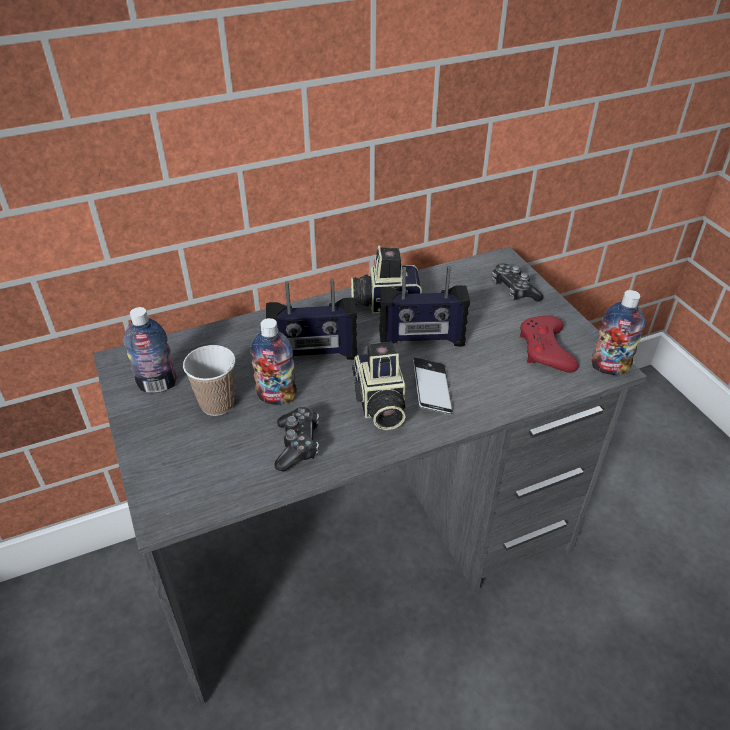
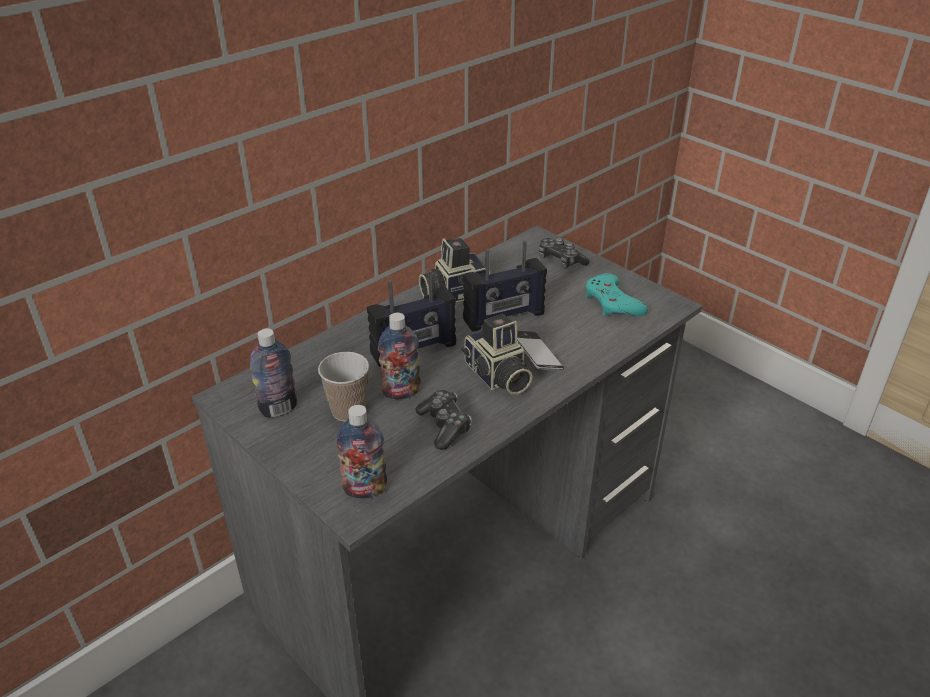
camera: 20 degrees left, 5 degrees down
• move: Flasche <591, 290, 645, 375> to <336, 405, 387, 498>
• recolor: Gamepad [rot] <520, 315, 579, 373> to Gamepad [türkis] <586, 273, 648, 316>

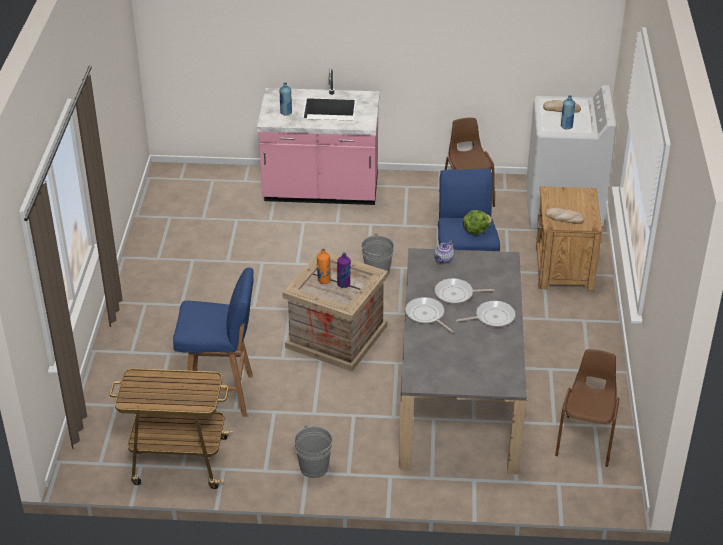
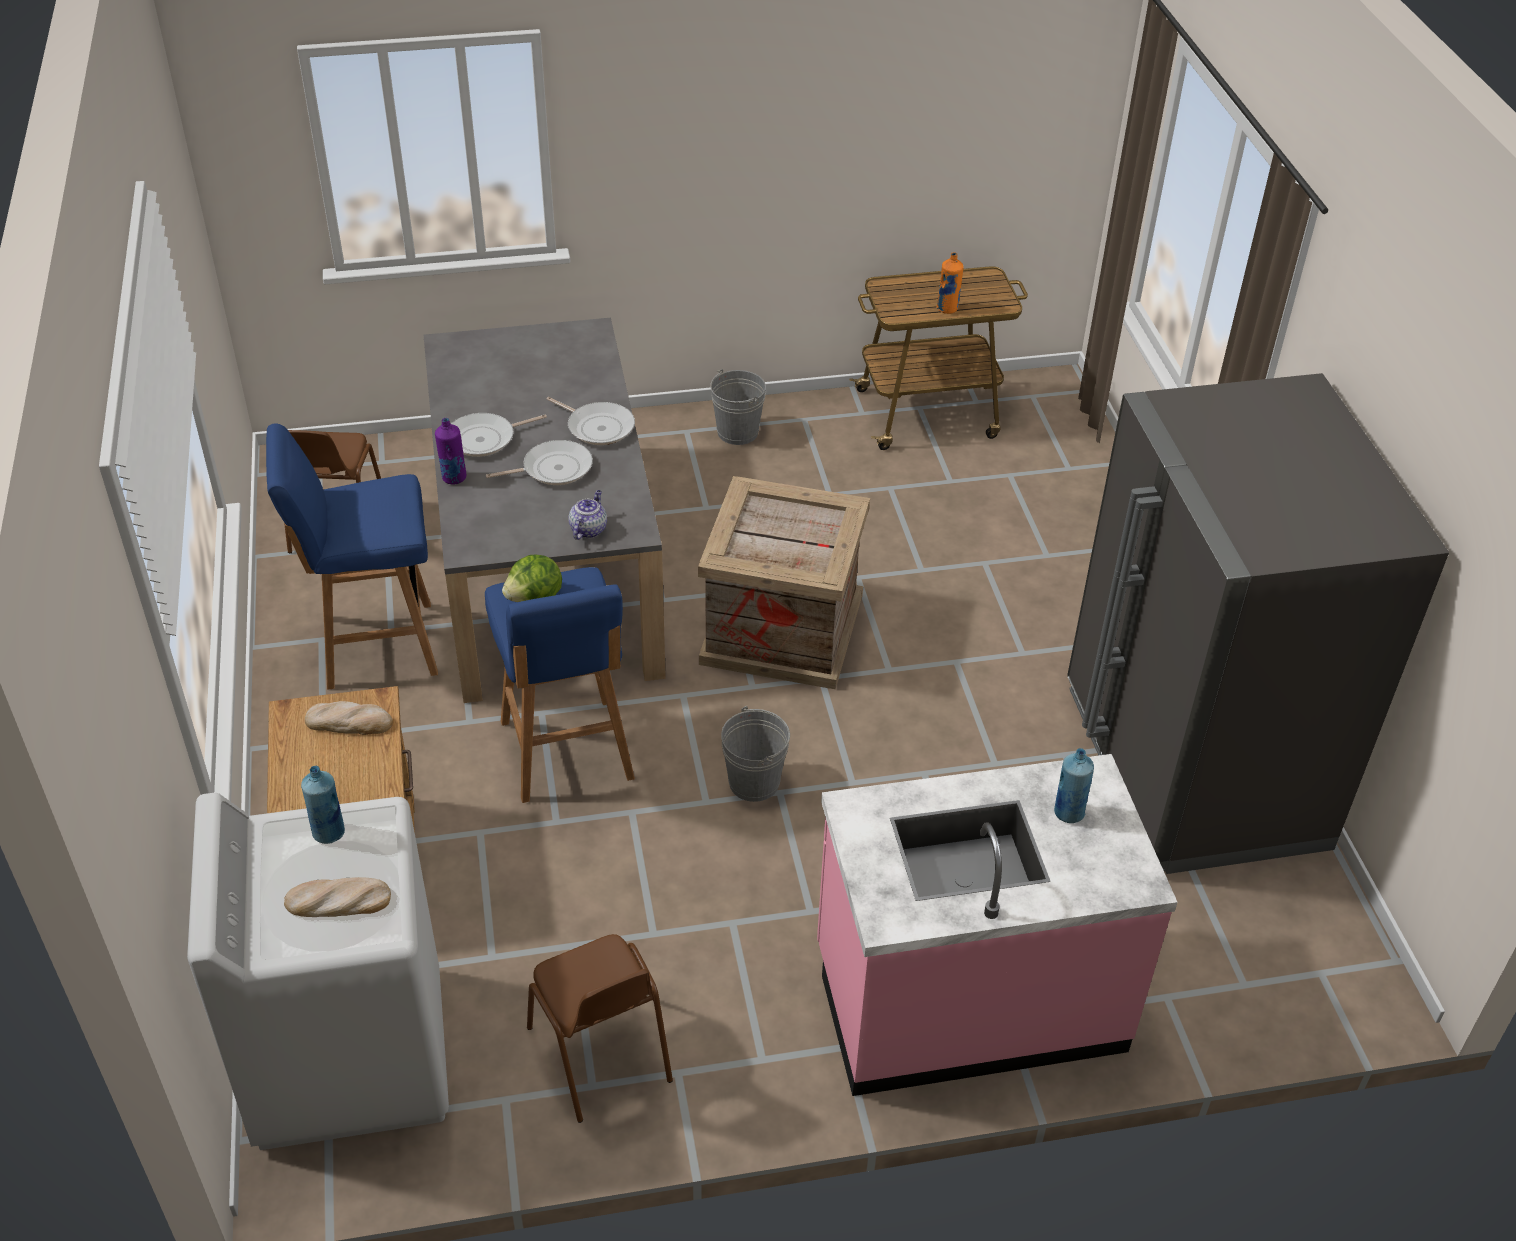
camera: 165 degrees right, 5 degrees up
• insert: Kühlschrank [grau] <1067, 373, 1449, 874>
• move: Hocker [blau] <173, 268, 254, 417> to <266, 423, 438, 690>
• move: Flasche [orange] <317, 249, 331, 284> to <936, 252, 964, 314>
• move: Flasche [lila] <337, 253, 351, 288> to <435, 418, 466, 484>

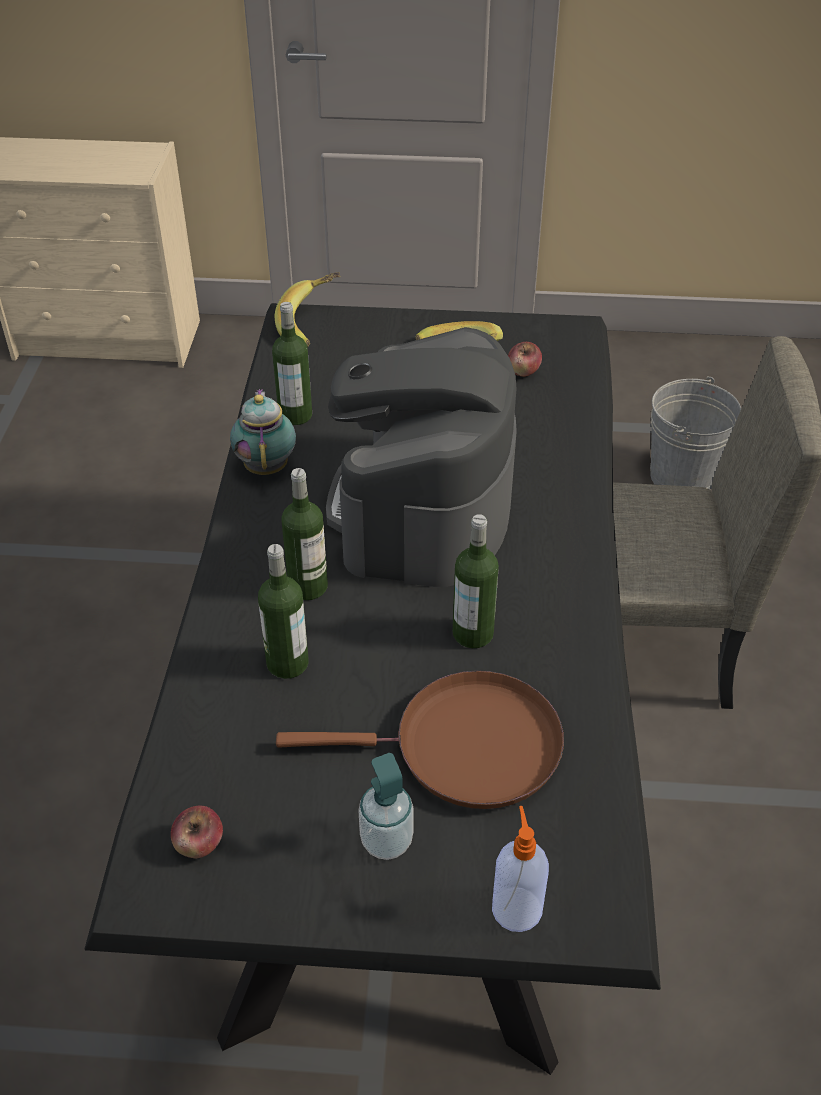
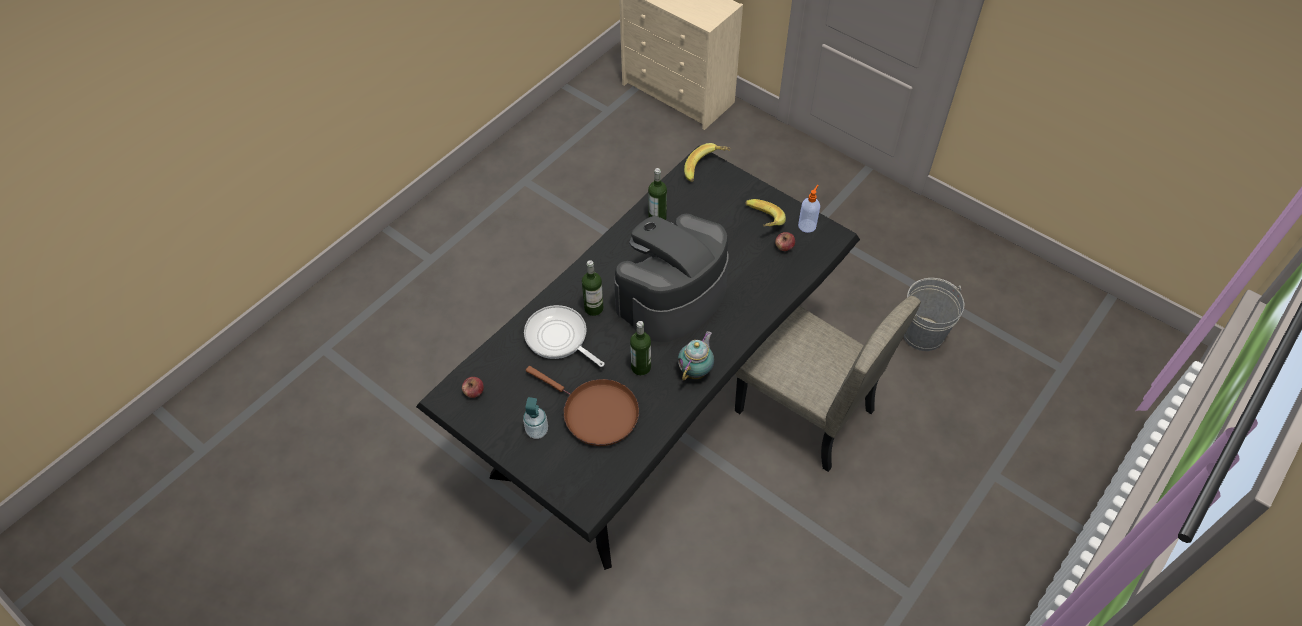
camera: 35 degrees right, 10 degrees up
• move: Teekanne <230, 389, 296, 475> to <678, 331, 714, 381>
• move: Seifenspender <492, 806, 549, 932> to <798, 185, 820, 233>
• replace: Flasche <258, 544, 309, 679> to Pfanne <524, 305, 605, 367>

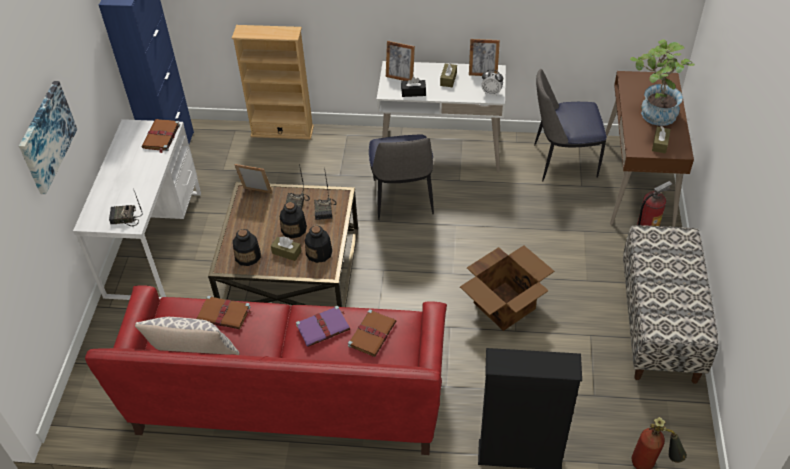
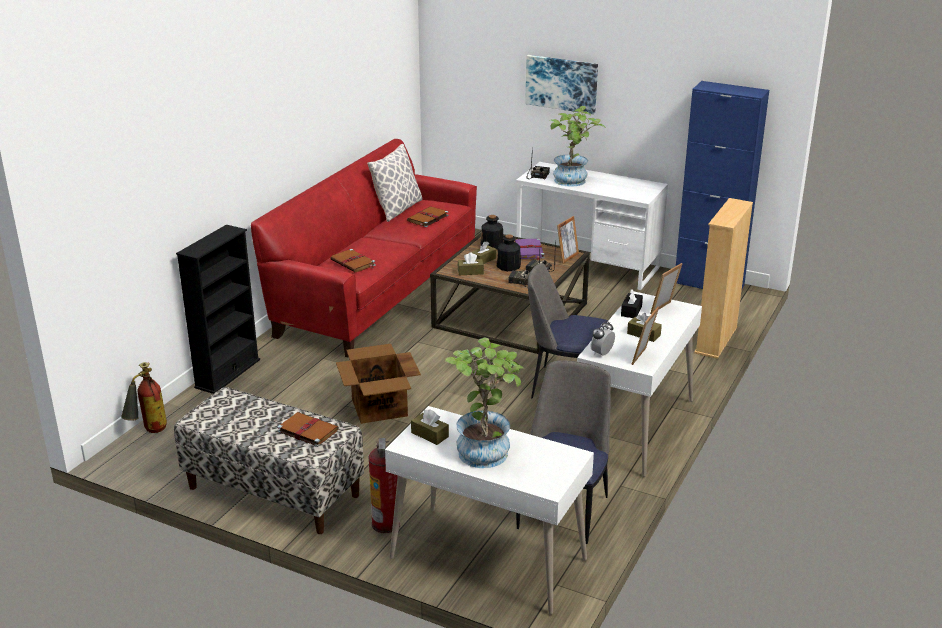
camera: 110 degrees right, 20 degrees down
• insert: Topfpflanze <550, 106, 606, 187>
• move: Buch [braun] <142, 119, 180, 153> to <277, 412, 339, 447>
• move: Buch [lila] <296, 306, 350, 347> to <515, 238, 545, 260>
• replace: Flasche <305, 225, 332, 263> to Taschentuchbox [braun] <458, 252, 484, 275>
• recolor: Schreibtisch [braun] <605, 71, 694, 227> to Schreibtisch [weiß] <385, 406, 594, 615>

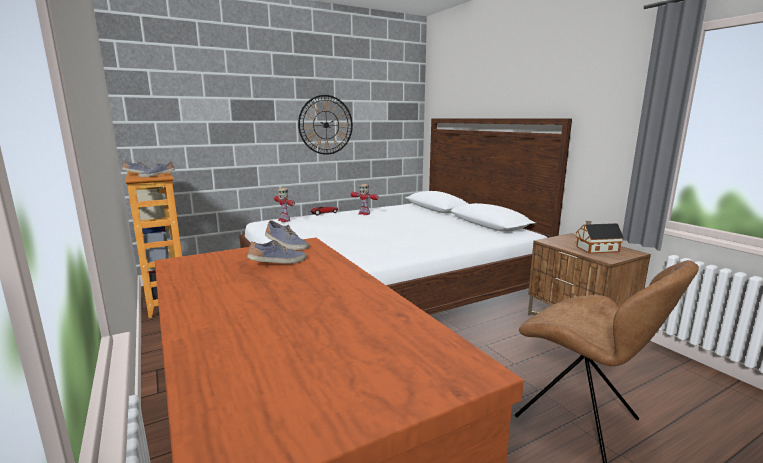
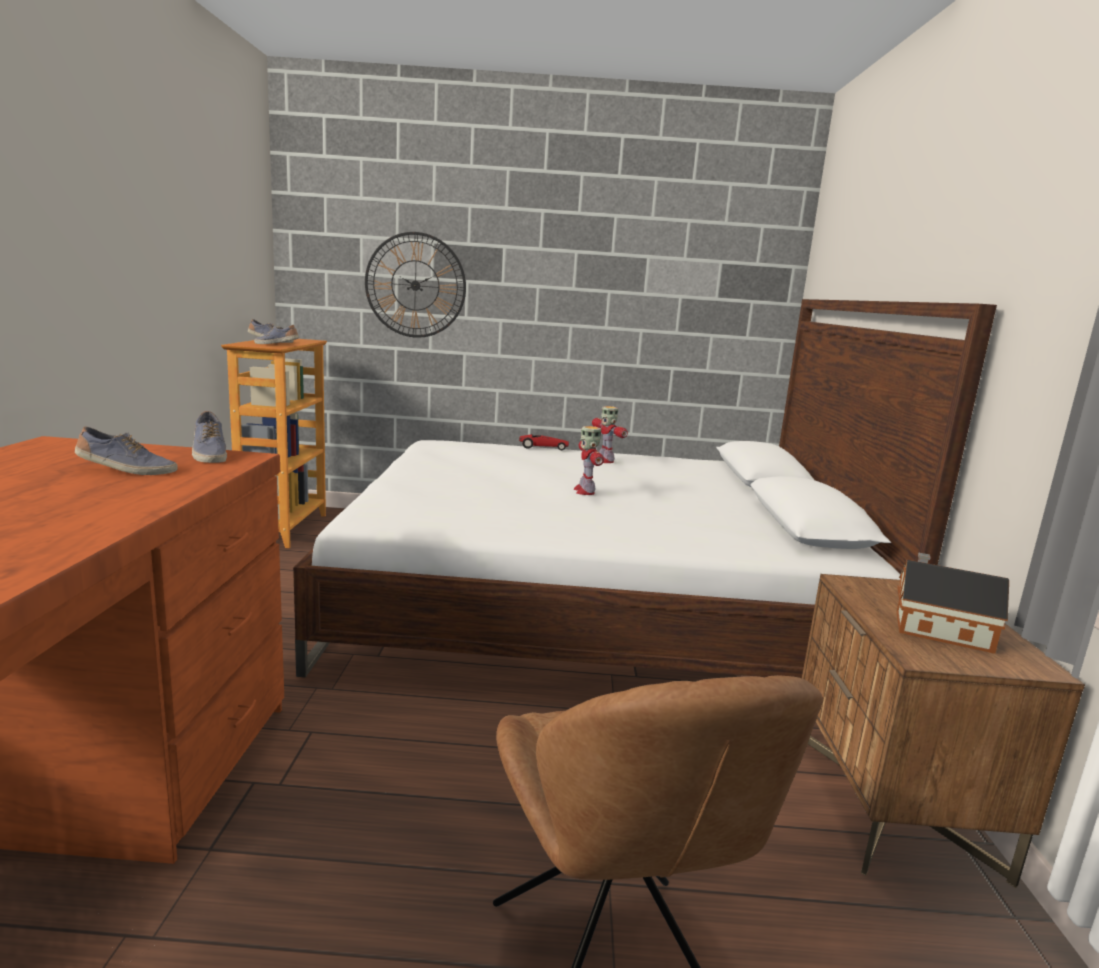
camera: 30 degrees right, 0 degrees up
• move: Spielzeugroboter <274, 188, 295, 222> to <574, 426, 604, 495>
• move: Wanduhr <298, 95, 353, 155> to <365, 232, 466, 338>

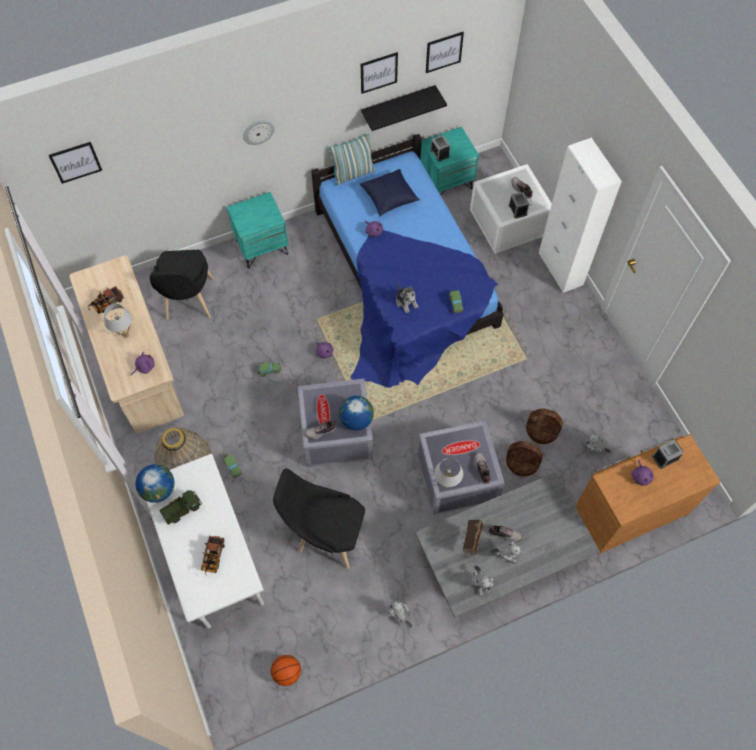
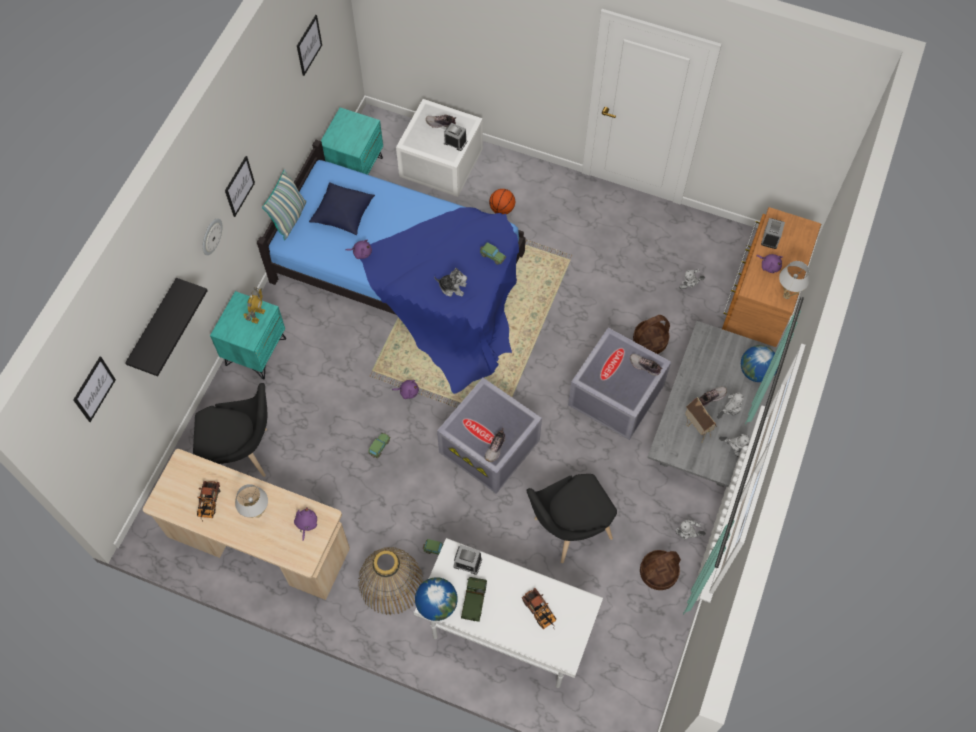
camera: 45 degrees left, 0 degrees up
• delete: Schrank [weiß] <539, 138, 622, 293>
• insert: Spielzeugroboter <243, 287, 266, 324>
• move: Basketball <271, 655, 301, 686> to <489, 189, 515, 214>
• move: Globus <339, 396, 374, 431> to <741, 345, 778, 382>
• move: Bild <361, 52, 398, 94> to <225, 156, 255, 217>
• move: Wandregal [schwarz] <361, 85, 447, 131> to <125, 278, 208, 376>
• move: Wecker <430, 135, 450, 162> to <453, 545, 482, 575>
• move: Tischlampe [weiß] <434, 458, 463, 488> to <779, 261, 810, 299>
• move: Korb <526, 408, 563, 444> to <640, 550, 681, 590>
• rotate: Stuhl [schwarz] <150, 250, 214, 320> = <193, 383, 267, 477> 45 degrees counterclockwise

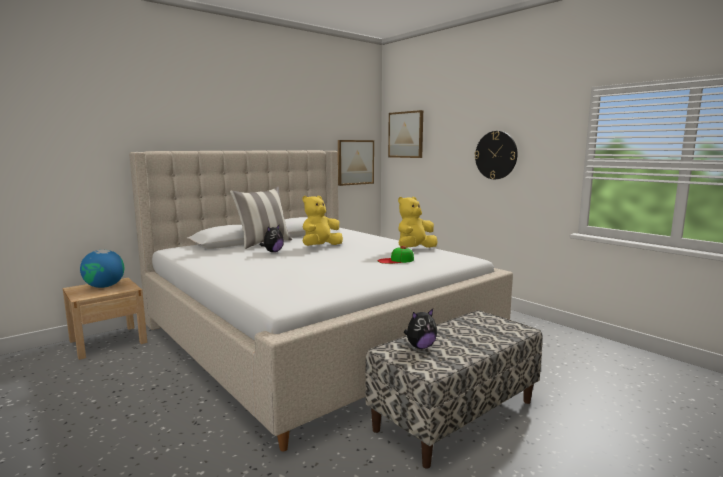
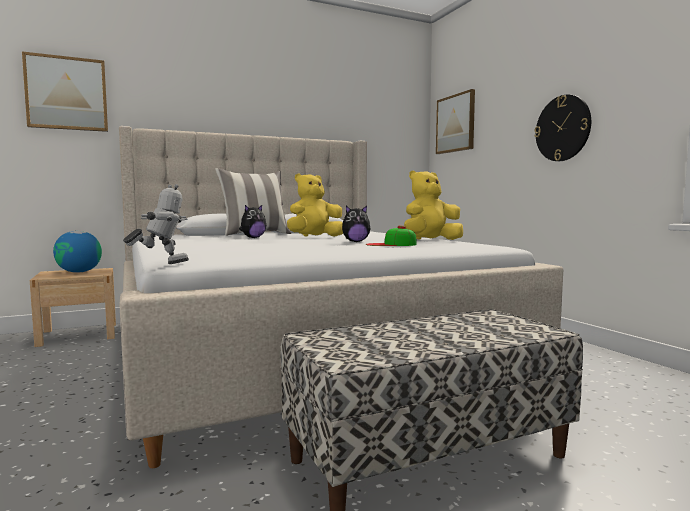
camera: 15 degrees right, 5 degrees down
• insert: Spielzeugroboter <123, 184, 189, 264>
• move: Bild <338, 140, 374, 186> to <22, 51, 108, 132>
• move: Plüschtier <404, 309, 437, 349> to <342, 206, 371, 242>

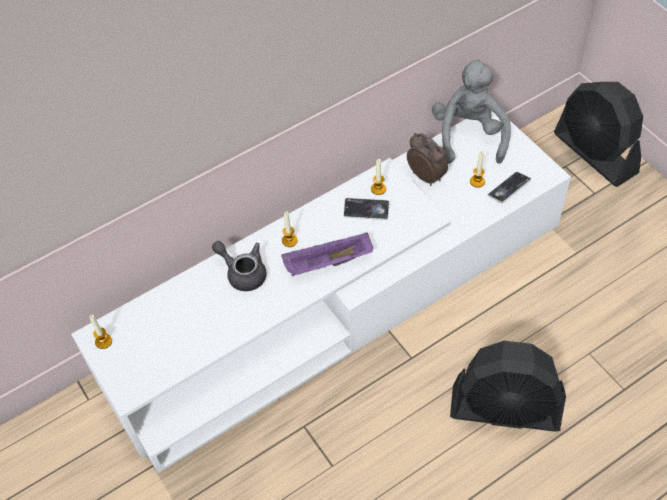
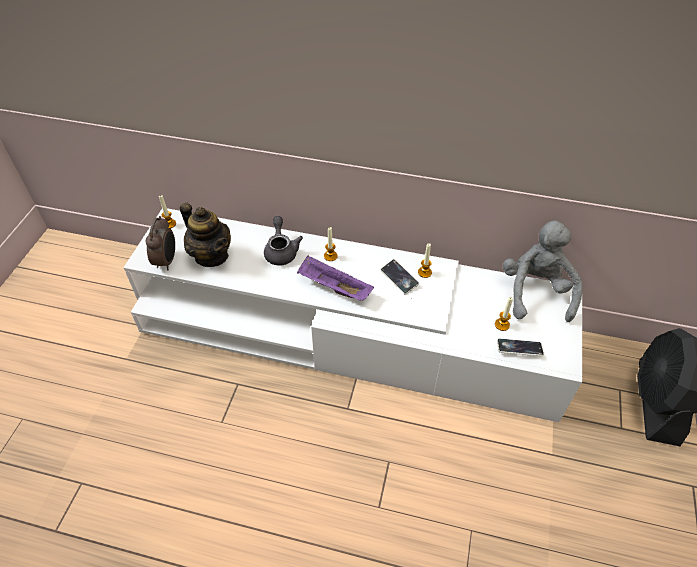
camera: 45 degrees right, 5 degrees down
• delete: Ventilator [schwarz] <450, 341, 566, 432>
• insert: Teekanne <180, 203, 231, 267>
• move: Wecker <407, 133, 448, 186> to <146, 216, 175, 270>
• rotate: Plüschtier [grau] <432, 60, 511, 164> = <503, 220, 583, 322> 45 degrees counterclockwise

